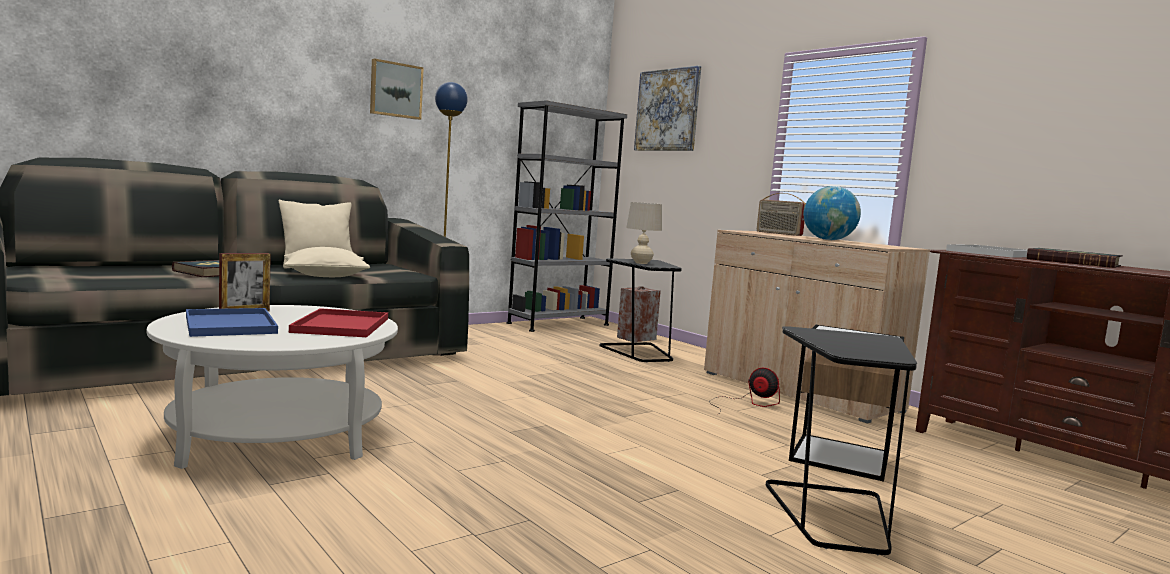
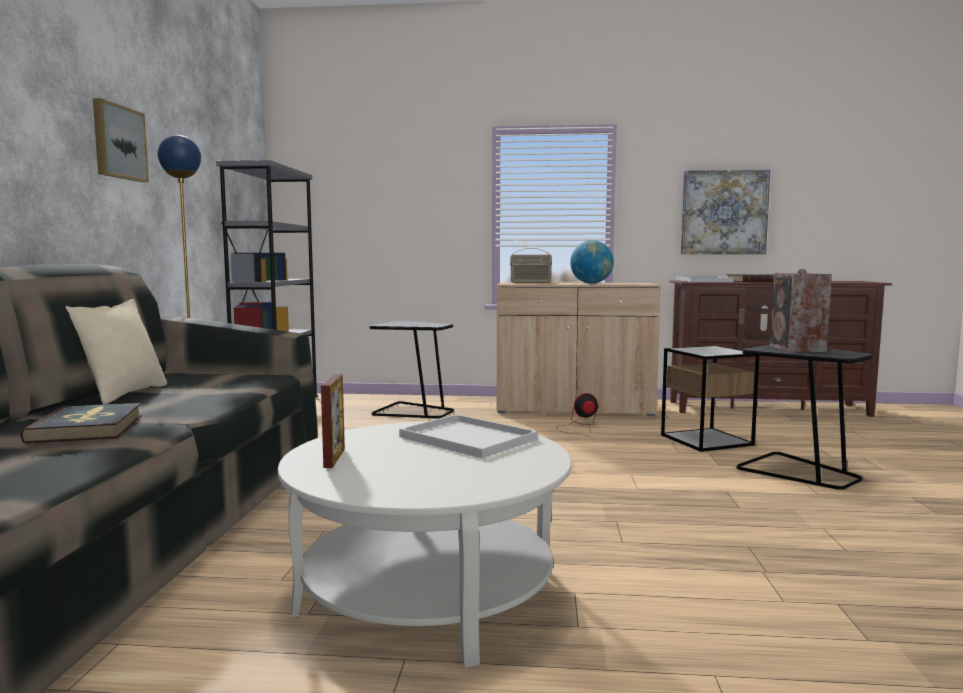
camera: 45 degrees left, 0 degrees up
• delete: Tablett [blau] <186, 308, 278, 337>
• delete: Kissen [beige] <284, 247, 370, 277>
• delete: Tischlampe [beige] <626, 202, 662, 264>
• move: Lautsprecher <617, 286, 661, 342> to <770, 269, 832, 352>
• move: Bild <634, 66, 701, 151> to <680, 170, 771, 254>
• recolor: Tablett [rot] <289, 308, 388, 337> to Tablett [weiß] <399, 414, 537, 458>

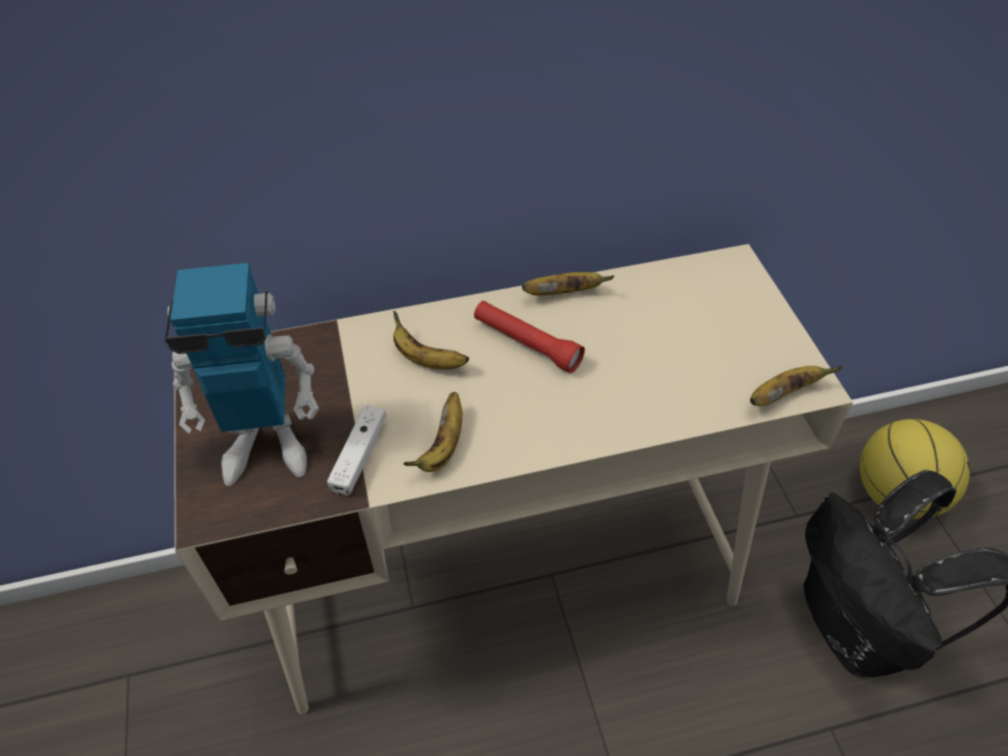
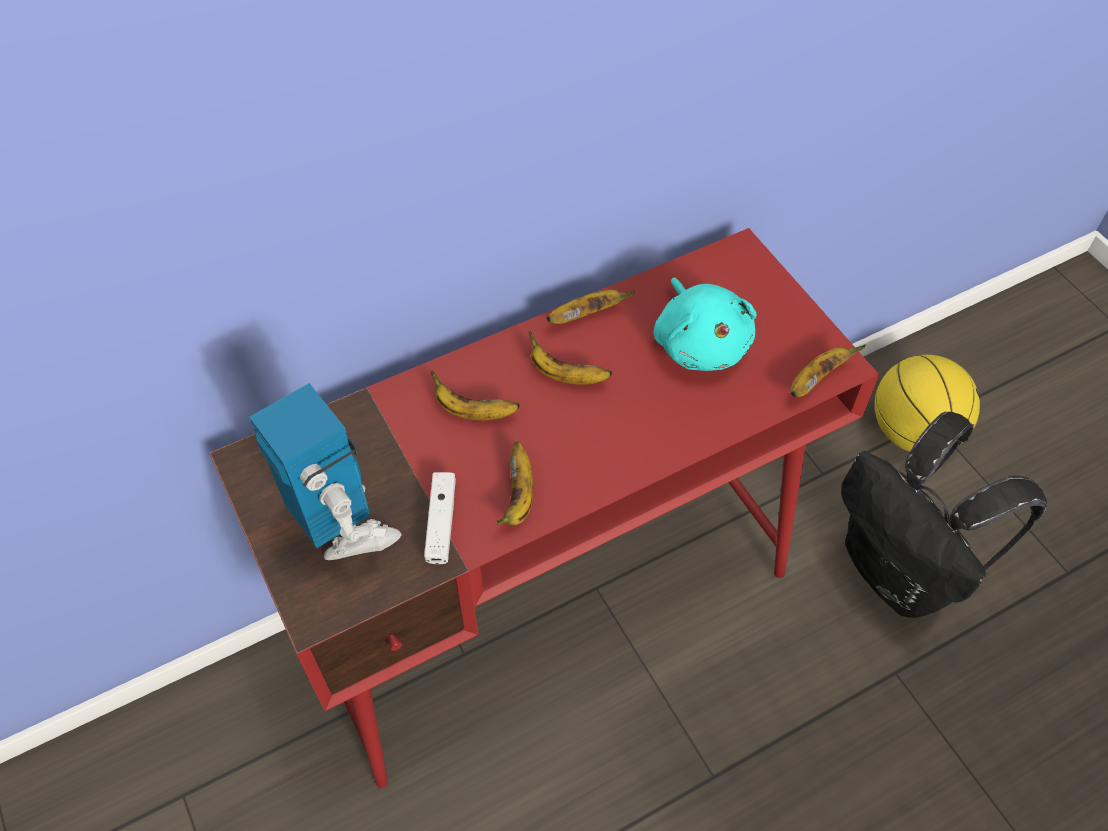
camera: 15 degrees left, 5 degrees up
• insert: Plüschtier [türkis] <654, 278, 757, 371>
• replace: Taschenlampe [rot] <474, 301, 585, 373> to Banane <529, 331, 612, 385>
• recolor: Schreibtisch [beige] <174, 244, 853, 715> to Schreibtisch [rot] <209, 228, 879, 788>
• rotate: Spielzeugroboter <165, 263, 319, 486> = <249, 383, 401, 560> 105 degrees counterclockwise

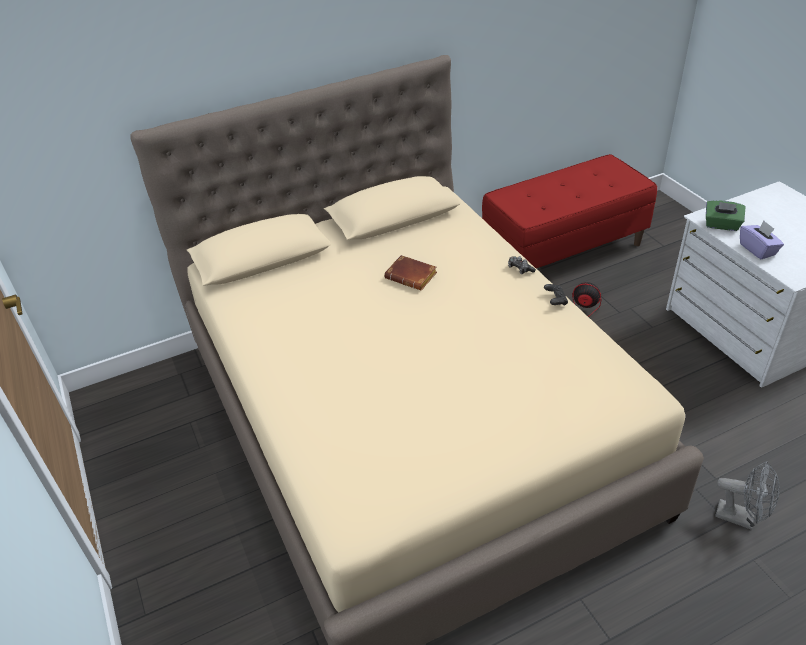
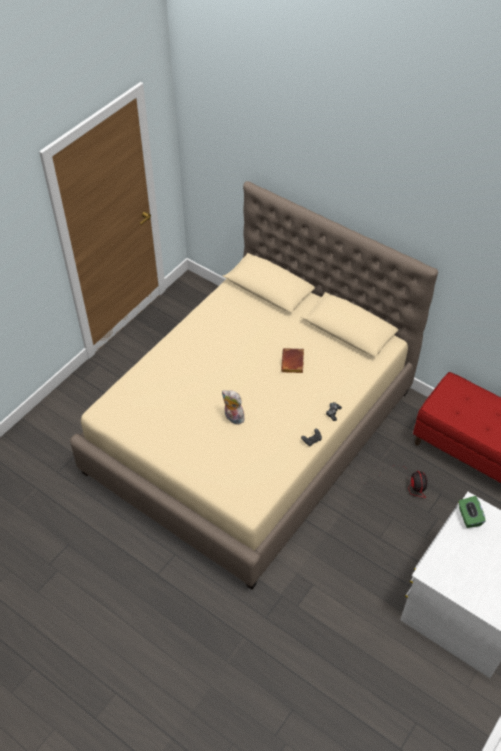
camera: 60 degrees right, 10 degrees up
• delete: Ventilator [grau] <715, 461, 780, 530>
• delete: Taschentuchbox [lila] <740, 221, 784, 259>
• insert: Plüschtier <222, 390, 245, 424>

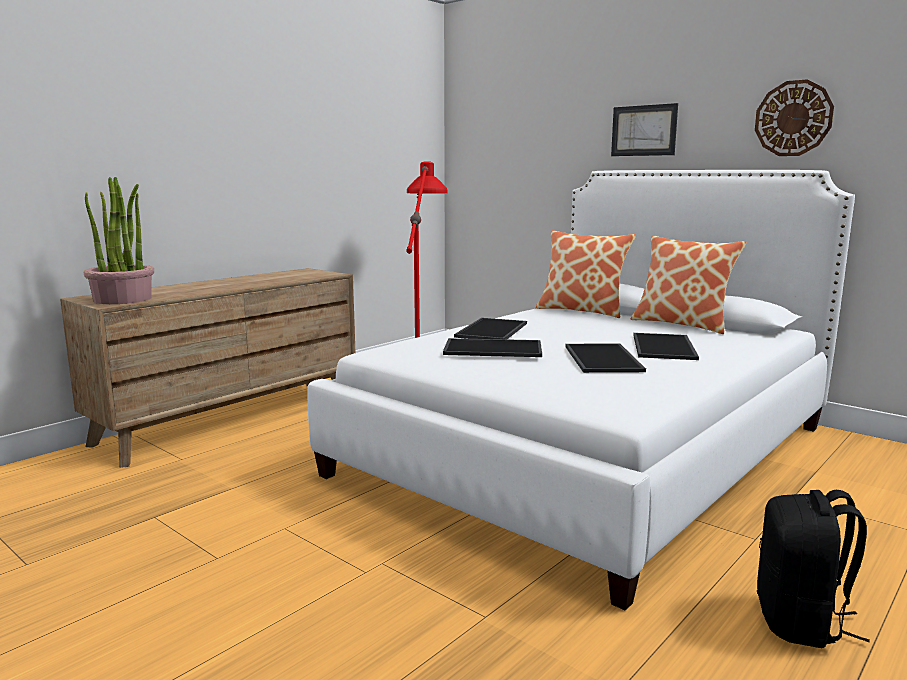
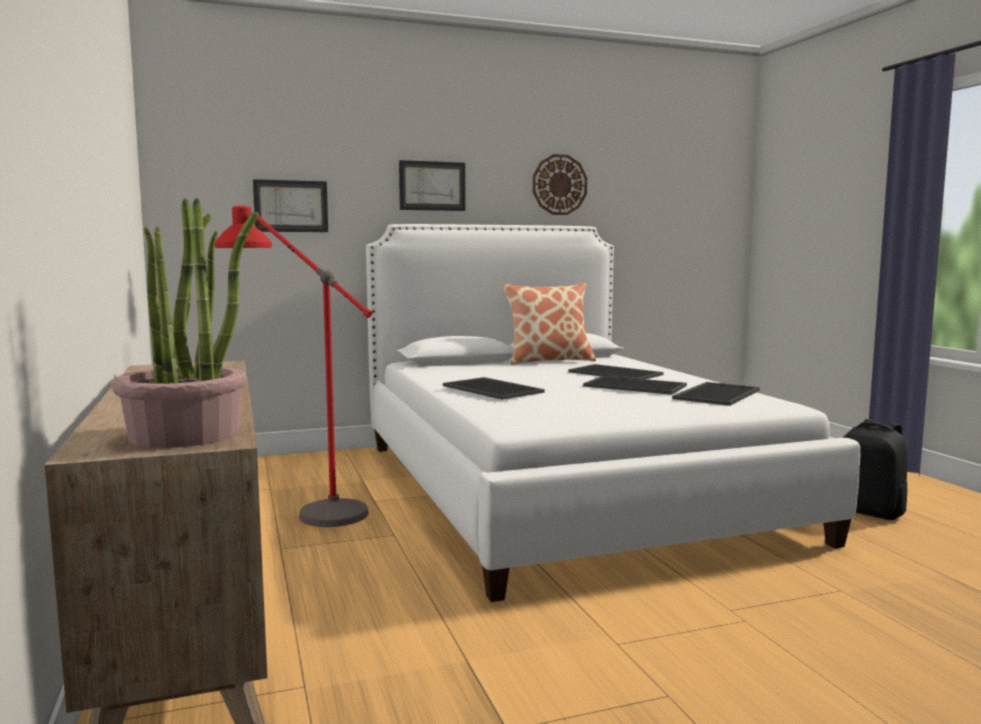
camera: 60 degrees left, 5 degrees down
• delete: Kissen <536, 230, 636, 318>
• insert: Bild <253, 179, 328, 232>
• move: Tablett <443, 338, 542, 357> to <672, 382, 760, 406>

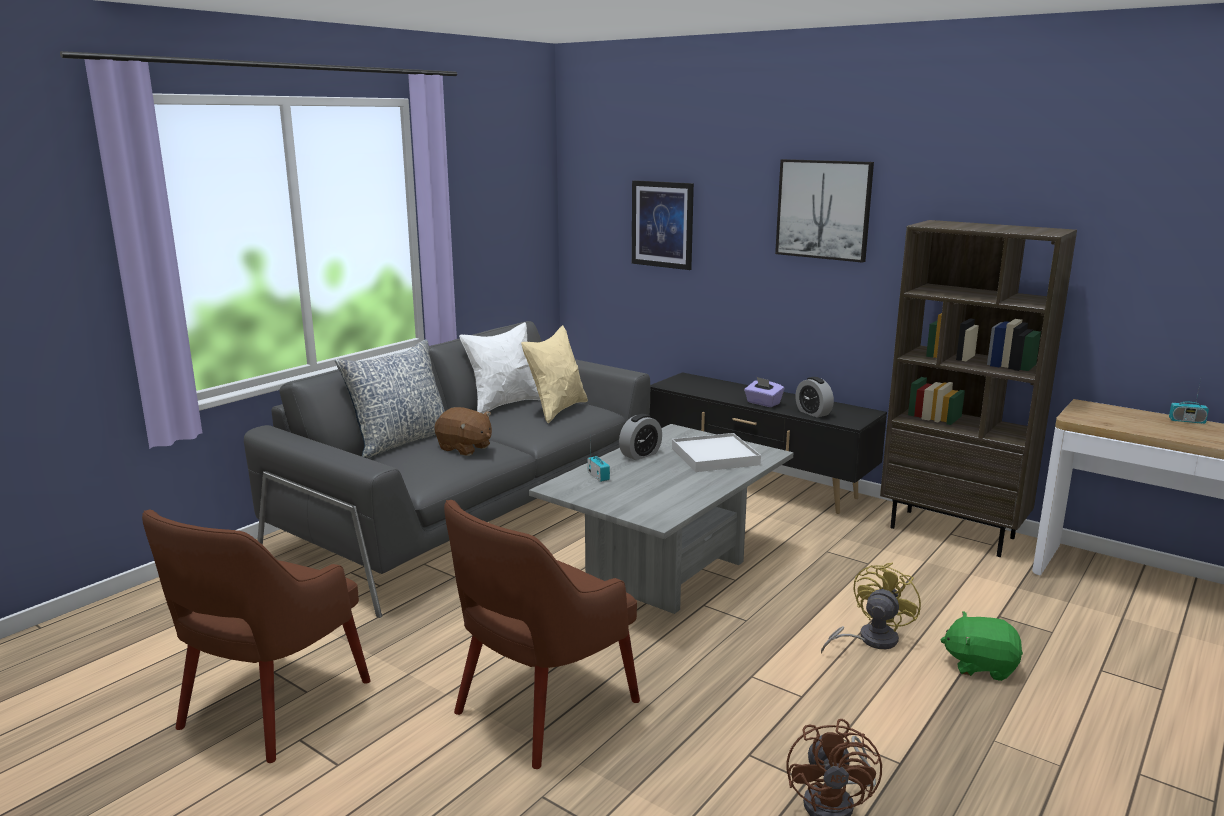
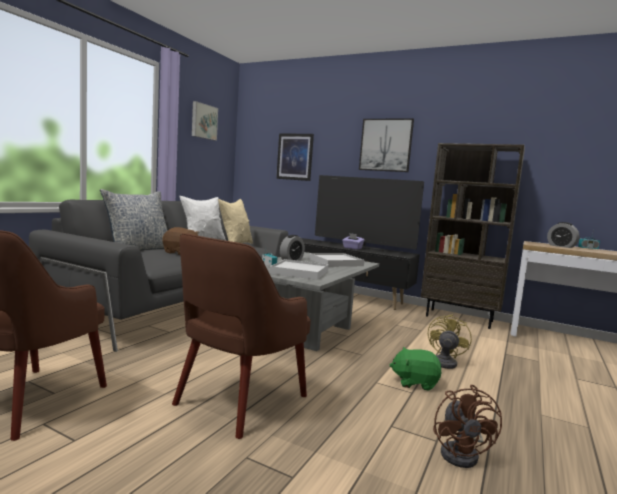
camera: 10 degrees left, 10 degrees down
• insert: Bild <192, 101, 218, 140>
• insert: Tablett [weiß] <270, 259, 328, 280>
• insert: Fernseher <315, 175, 424, 251>
• move: Wecker <795, 377, 834, 418> to <547, 222, 579, 248>
• move: Plüschtier [grün] <941, 611, 1023, 681> to <390, 347, 442, 391>

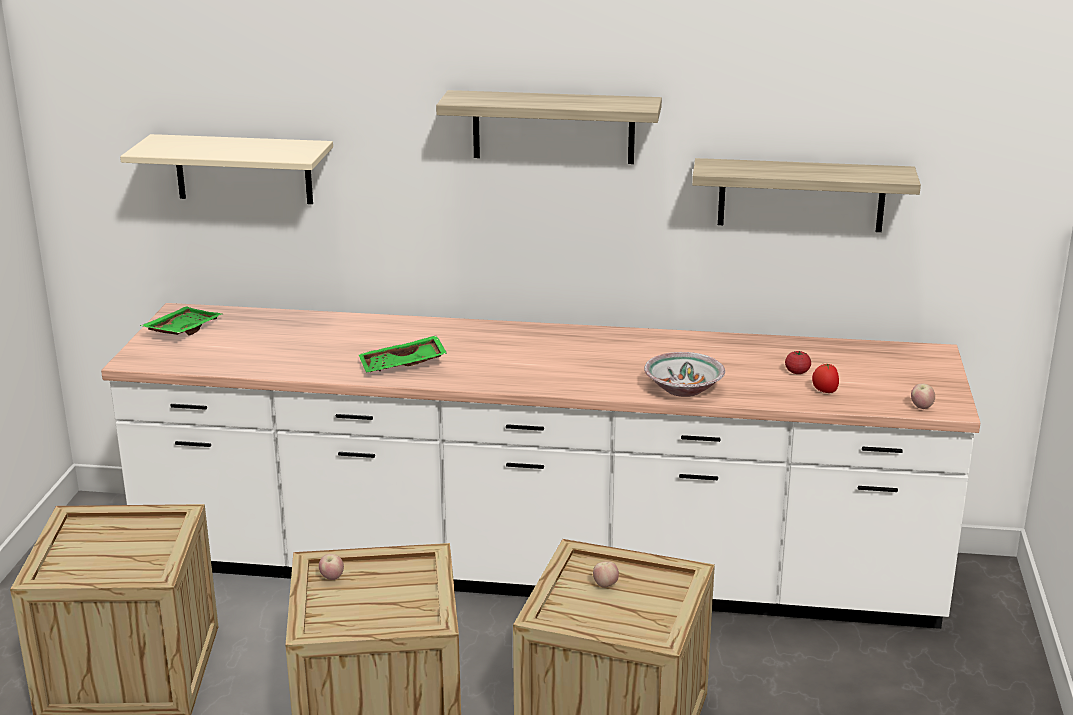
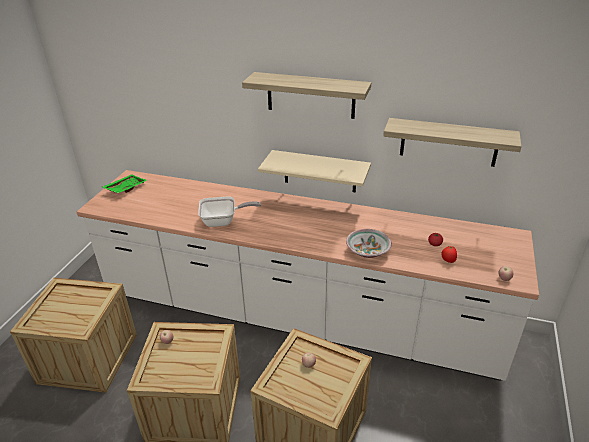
camera: 10 degrees right, 10 degrees up
• move: Wandregal [beige] <120, 134, 333, 204> to <258, 150, 371, 192>
• replace: Tablett [grün] <358, 335, 447, 373> to Pfanne <198, 196, 261, 227>

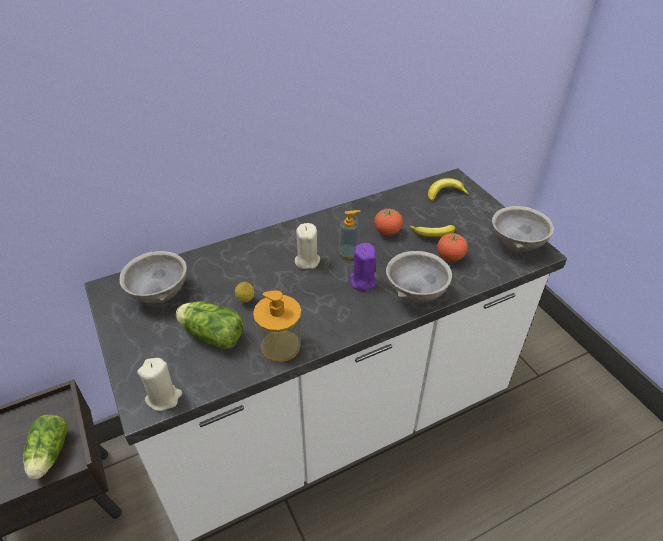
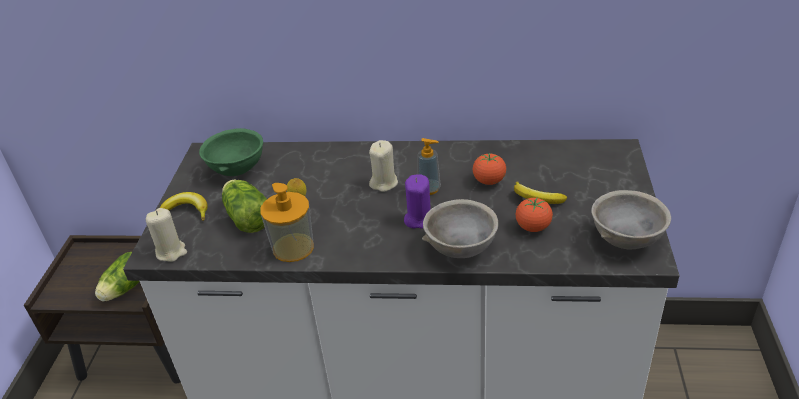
camera: 35 degrees right, 5 degrees down
• move: Banane <428, 178, 469, 201> to <160, 192, 208, 221>
• recolor: Schüssel [grau] <120, 251, 187, 304> to Schüssel [grün] <199, 128, 263, 176>

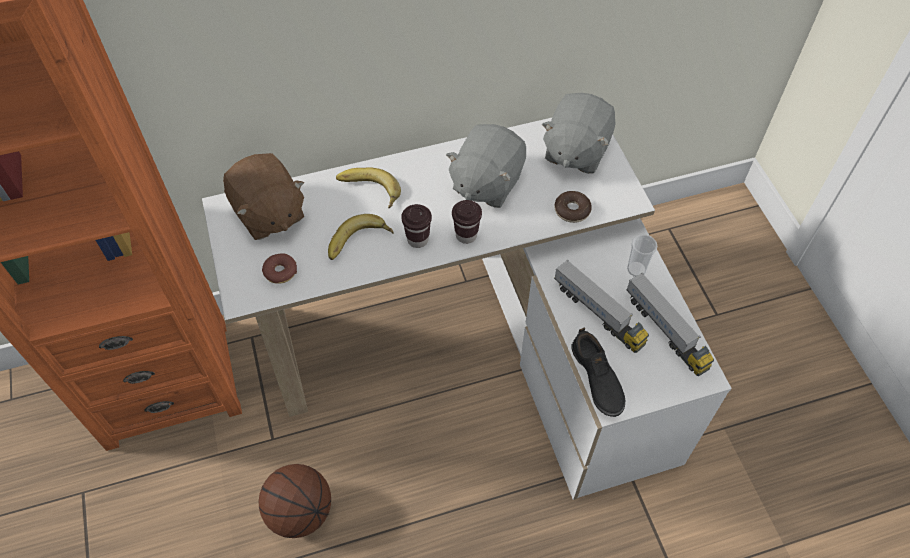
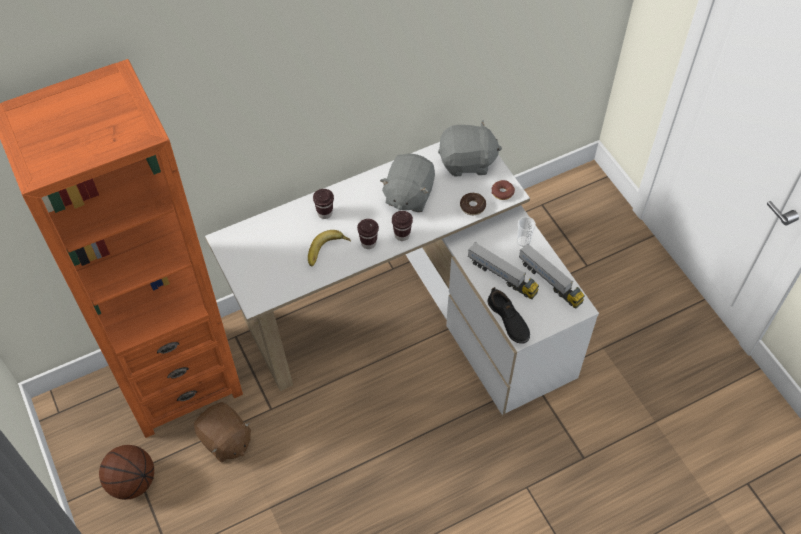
camera: 10 degrees left, 0 degrees up
• move: Plüschtier [braun] <223, 153, 304, 240> to <194, 402, 251, 463>
• move: Basketball <259, 464, 331, 538> to <99, 445, 154, 500>
• move: Donut <262, 253, 297, 284> to <492, 180, 515, 200>
• replace: Banane <336, 167, 401, 208> to Tasse [braun] <313, 189, 334, 219>
• rotate: Plüschtier [grau] <541, 93, 616, 174> = <438, 120, 502, 177> 105 degrees counterclockwise

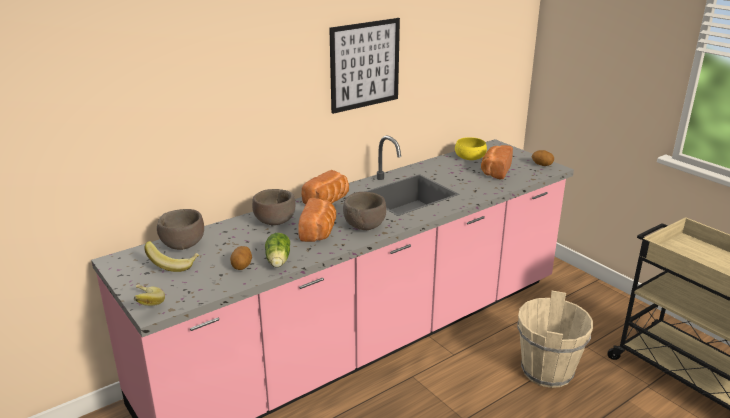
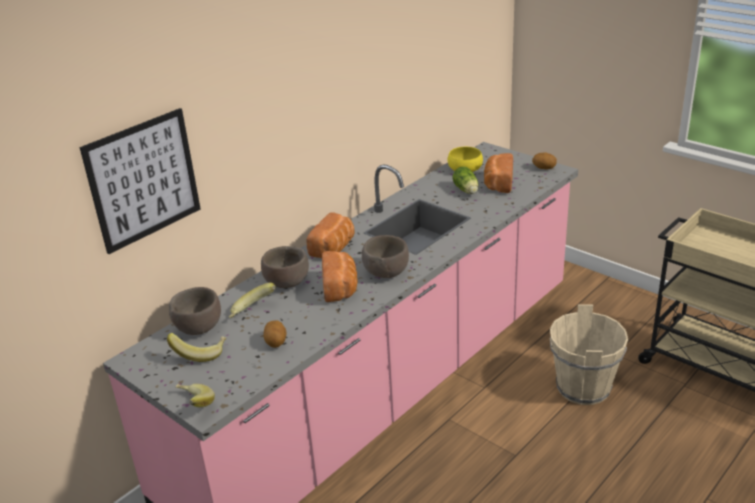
camera: 10 degrees left, 5 degrees up
• insert: Banane <229, 283, 276, 318>
• move: Salatkopf <265, 233, 290, 267> to <453, 167, 478, 194>
• move: Bild <329, 18, 400, 114> to <80, 108, 201, 254>

